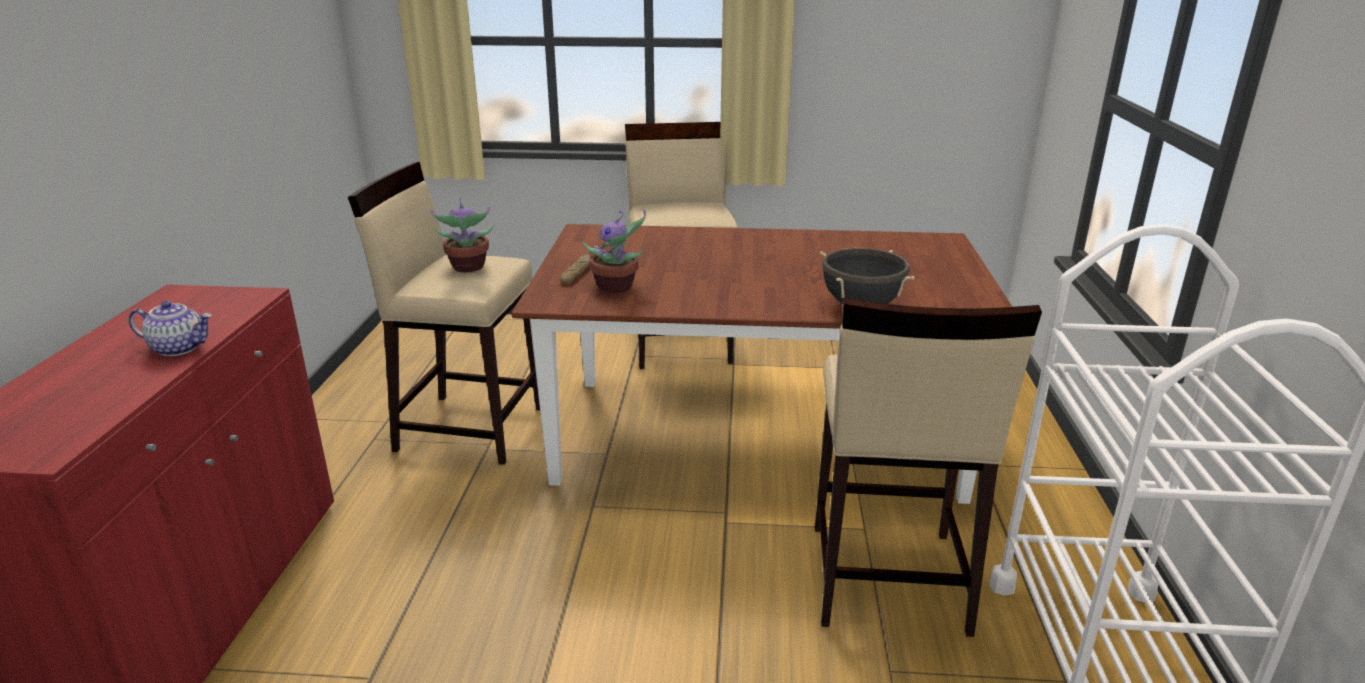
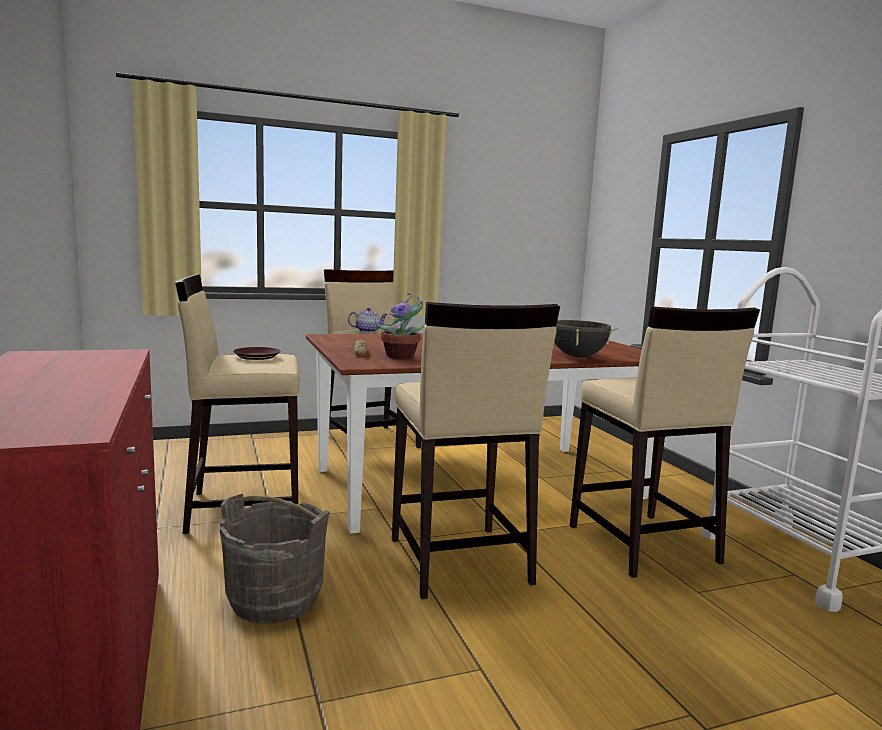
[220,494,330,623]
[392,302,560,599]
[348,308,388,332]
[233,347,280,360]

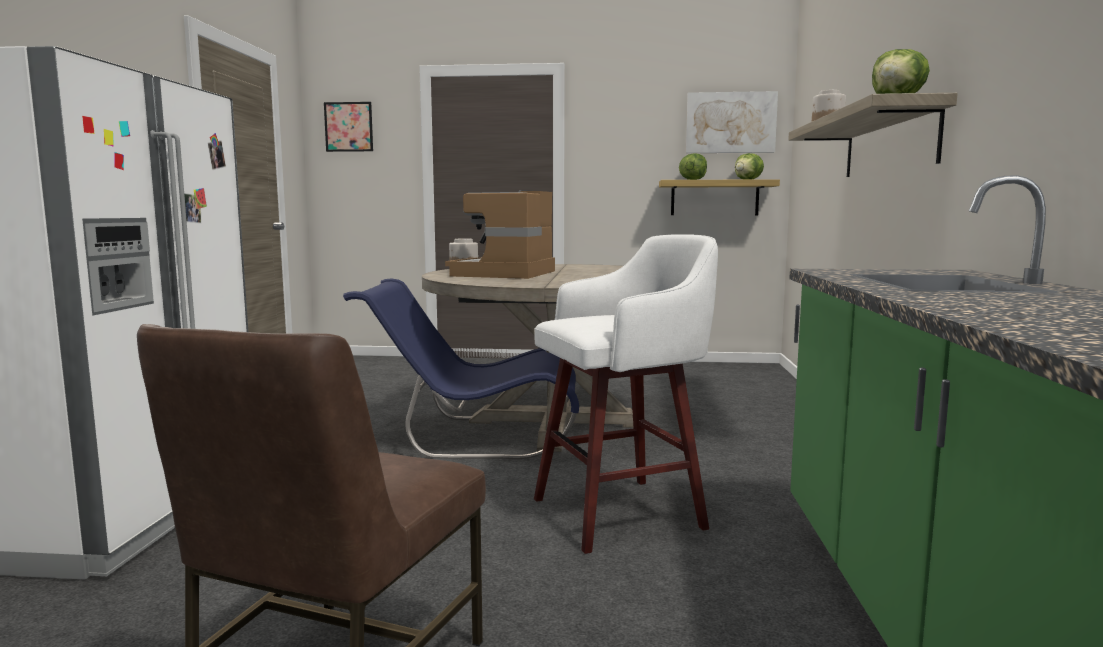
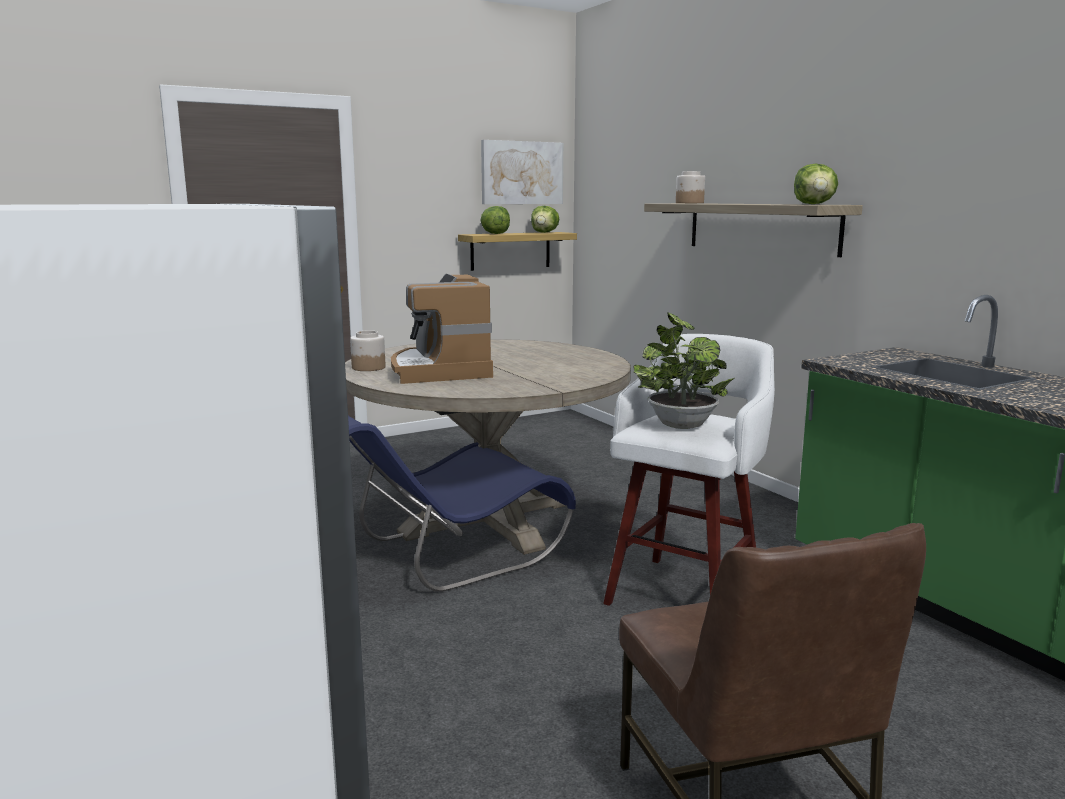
[324,102,373,152] (first image)
[633,313,734,429]

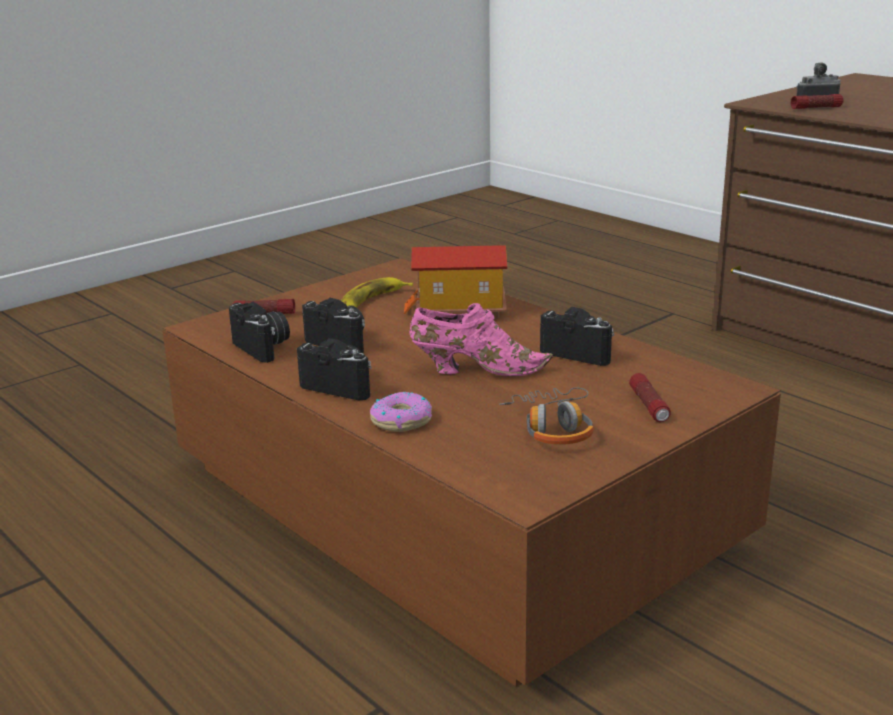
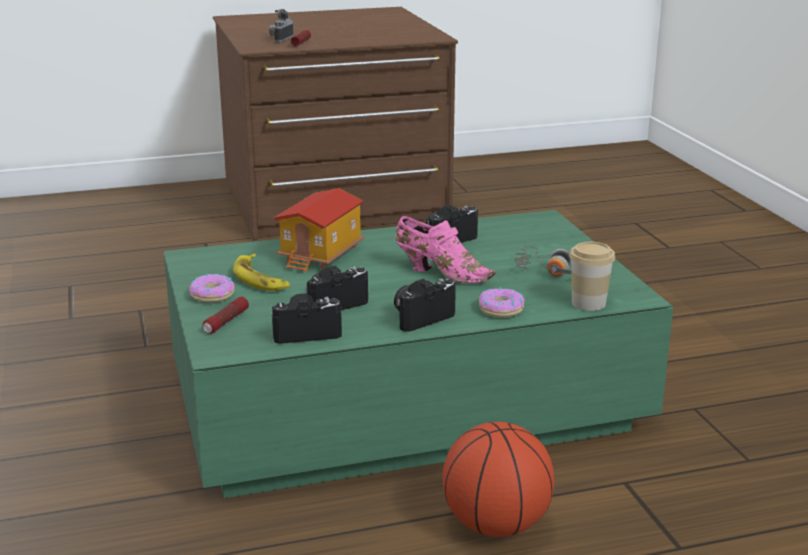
[629,373,671,422] (first image)
[189,273,235,302]
[443,422,554,537]
[569,242,615,311]
[164,210,673,498]
[395,216,496,283]

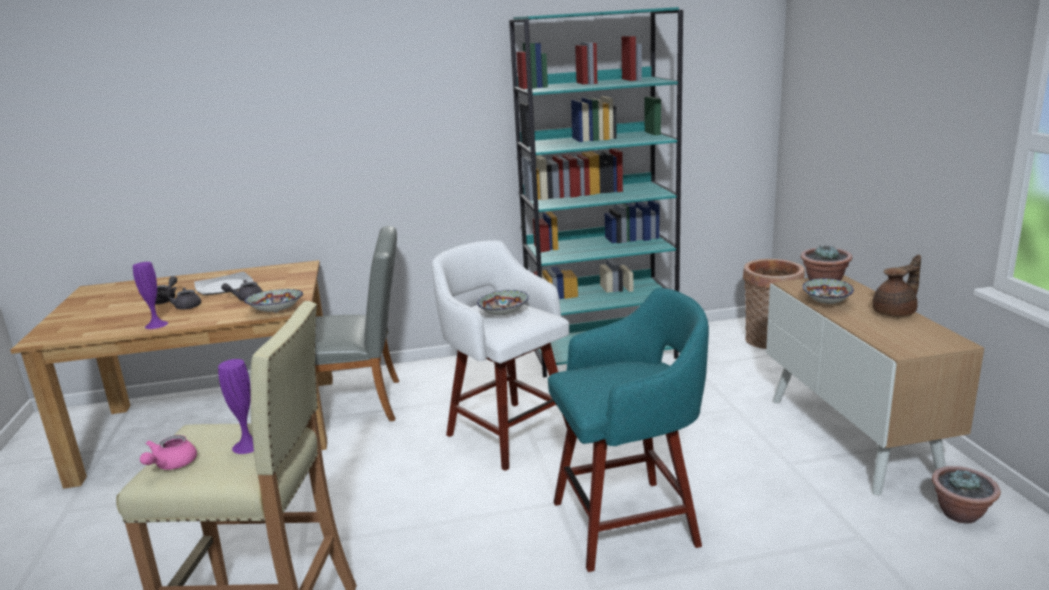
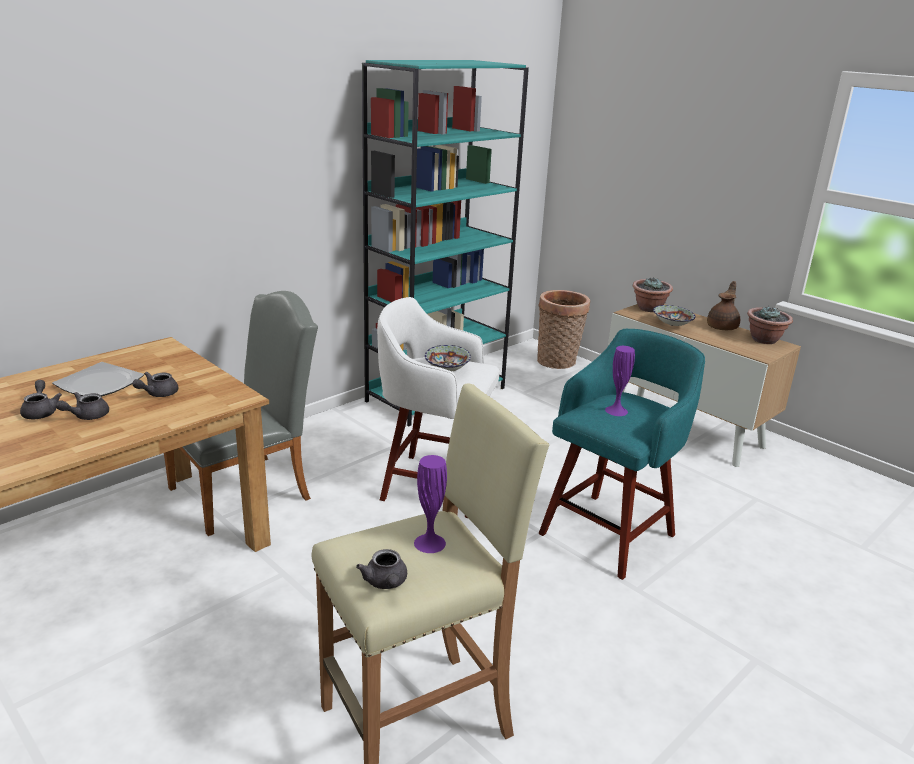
[244,289,303,313] (first image)
[605,346,635,416]
[747,307,793,344]
[356,549,407,589]

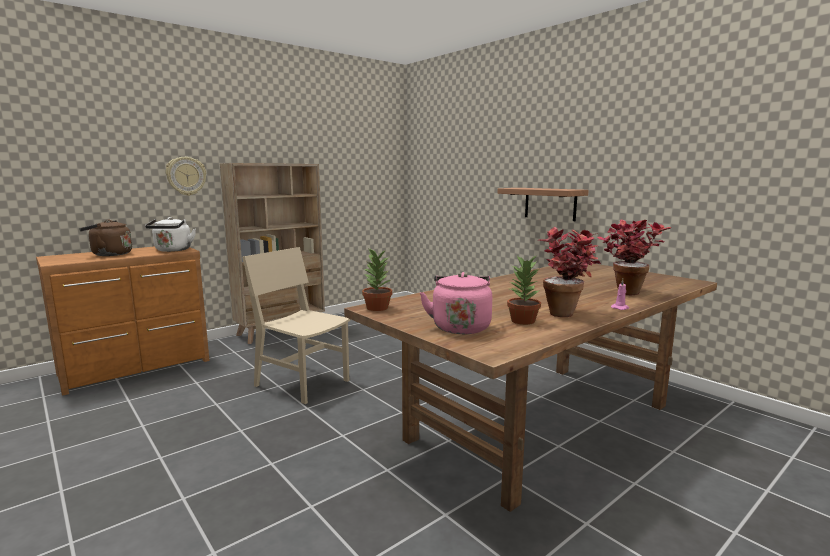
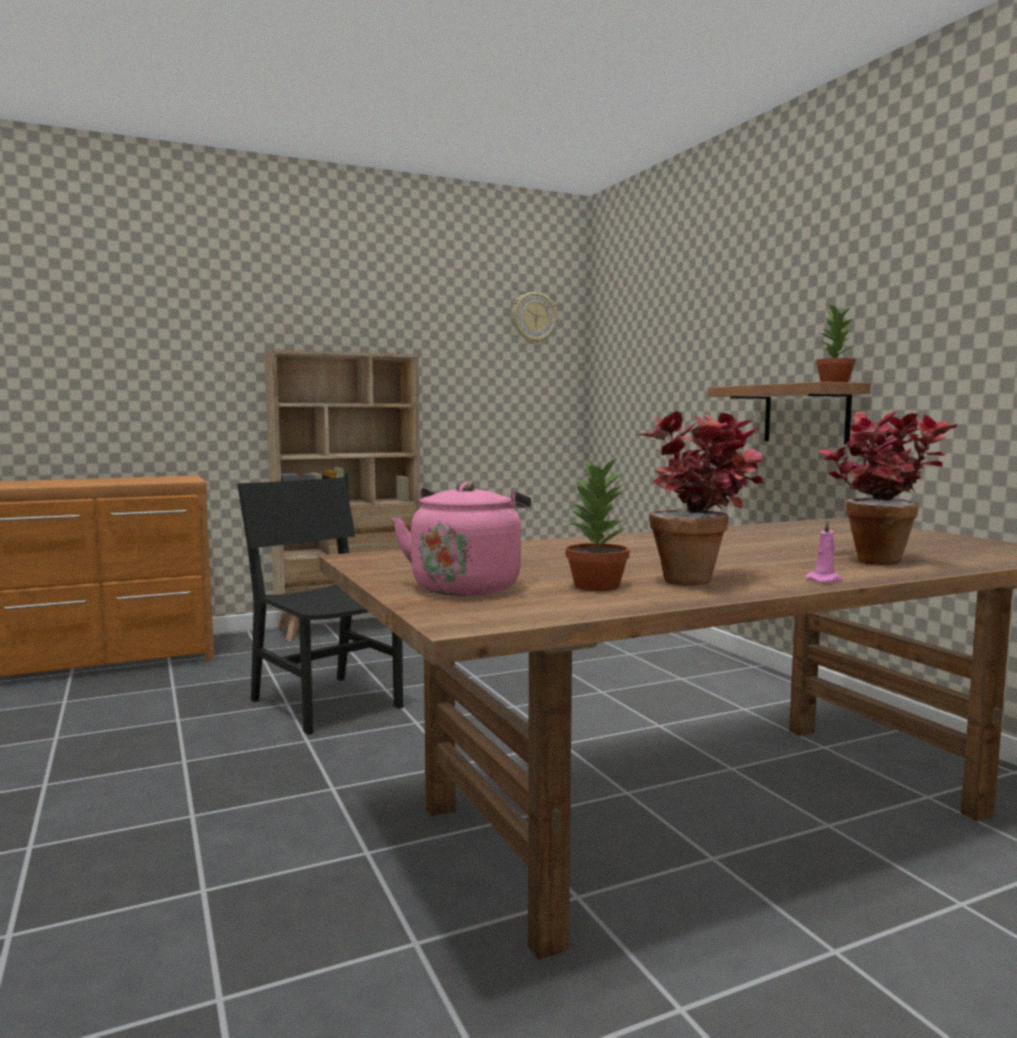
[79,220,132,256] (first image)
[145,217,196,252] (first image)
[512,292,557,344]
[816,303,856,382]
[237,477,403,735]

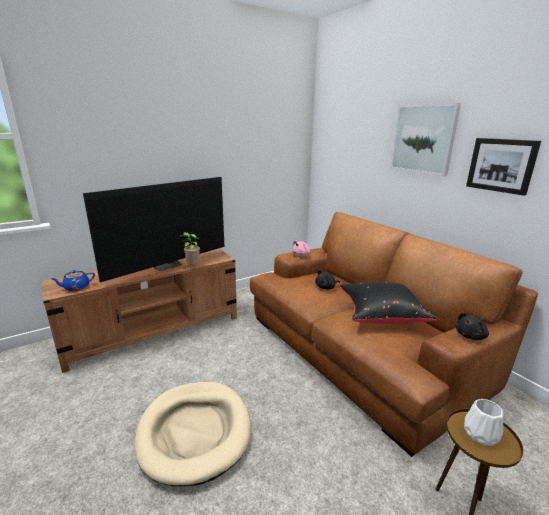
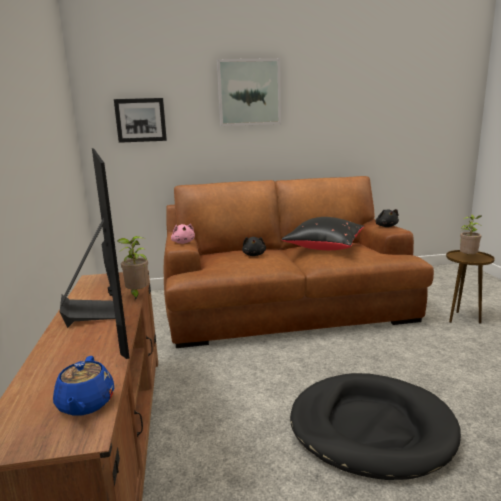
[114,98,167,143]
[460,214,481,255]
[290,373,461,480]

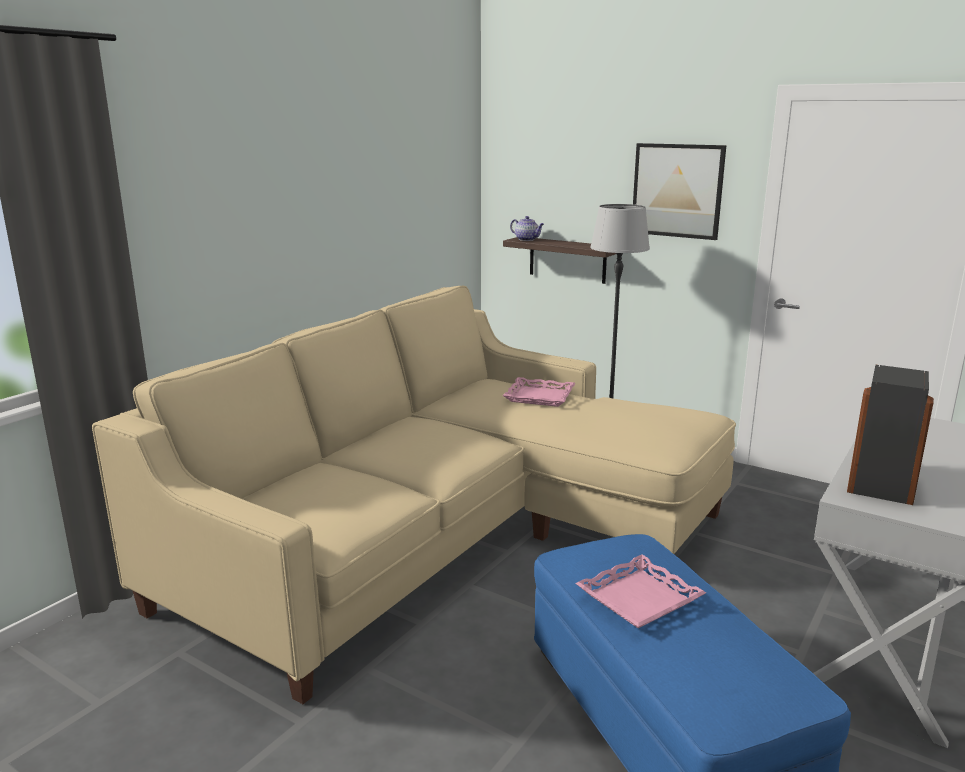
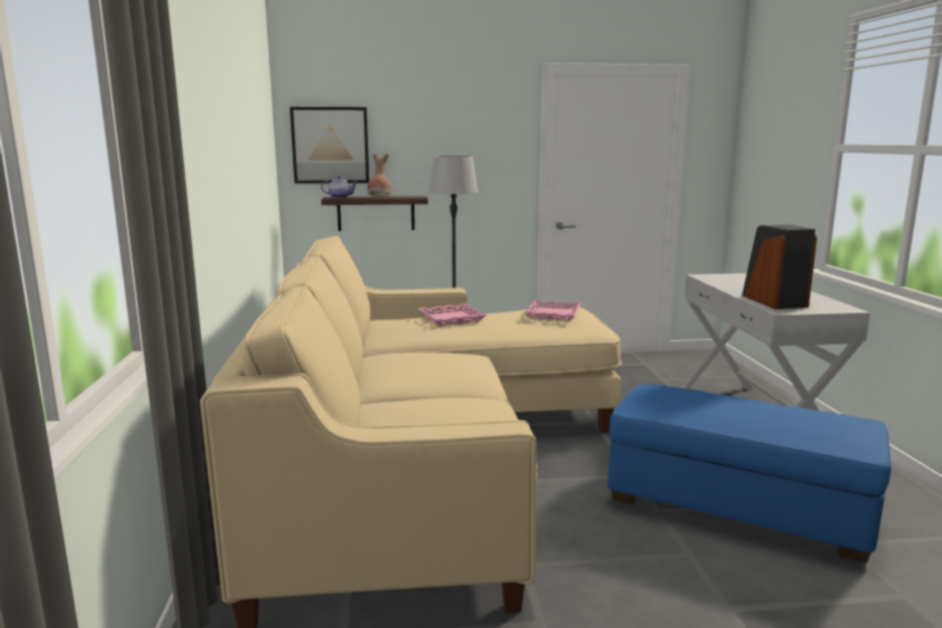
[367,153,391,197]
[524,300,581,321]
[290,107,369,184]

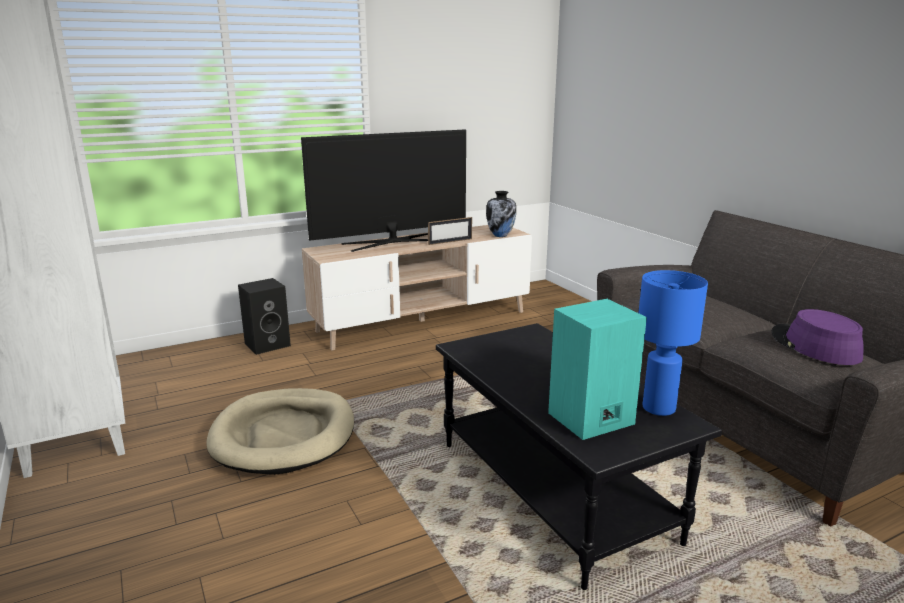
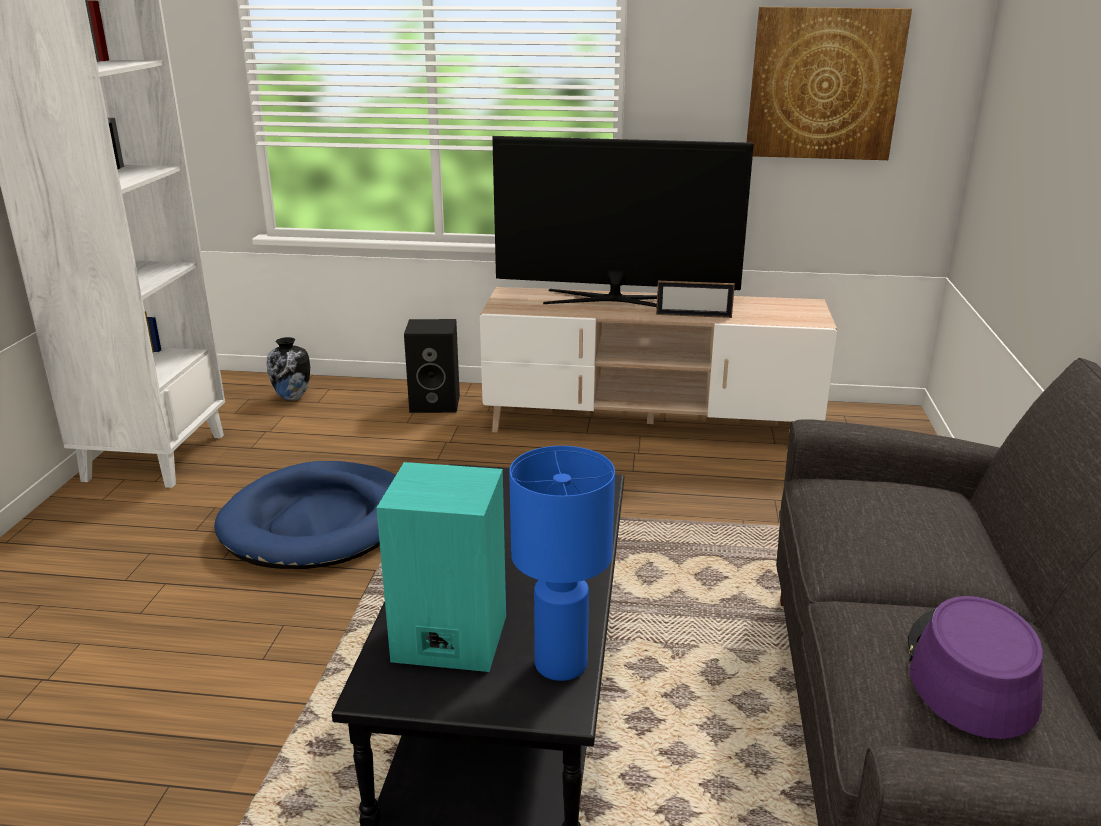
[747,7,912,160]
[266,337,310,401]
[214,461,396,569]

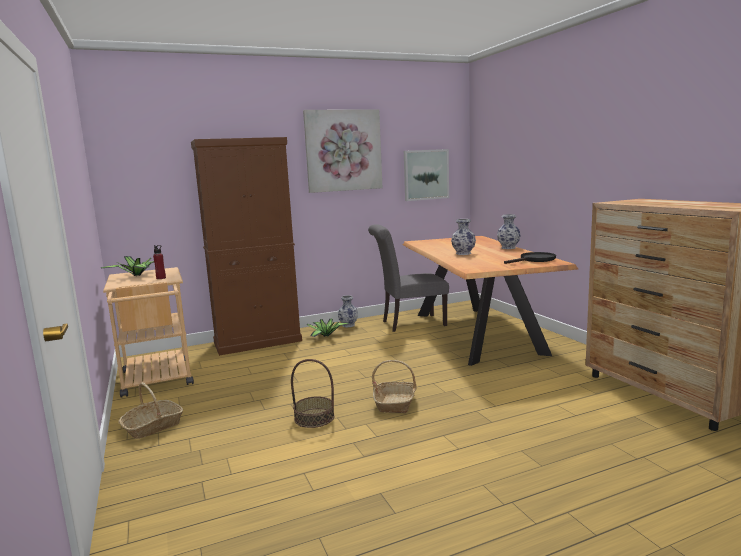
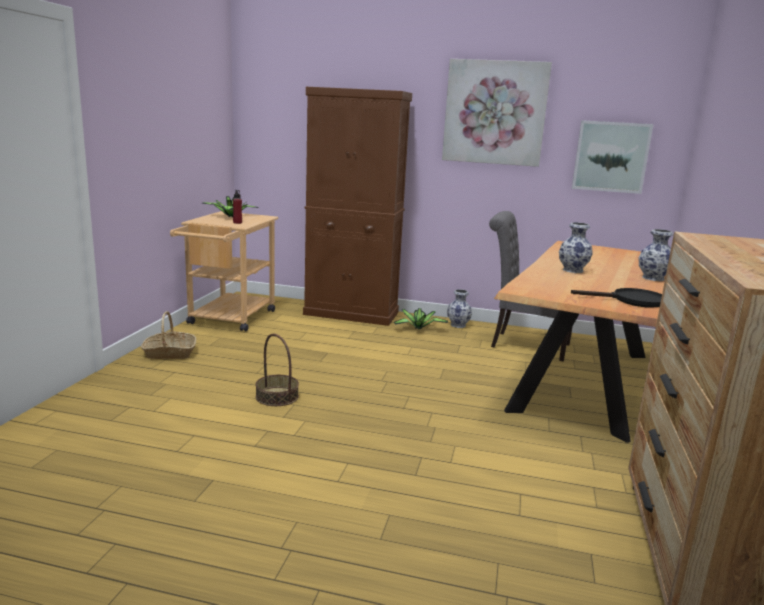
[372,360,417,413] (first image)

